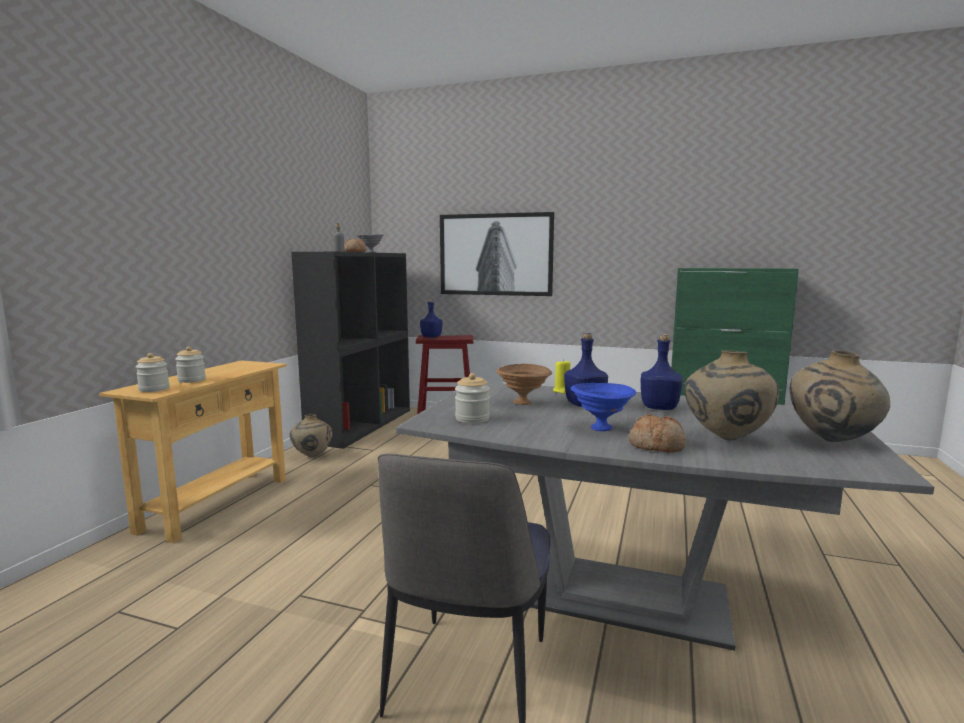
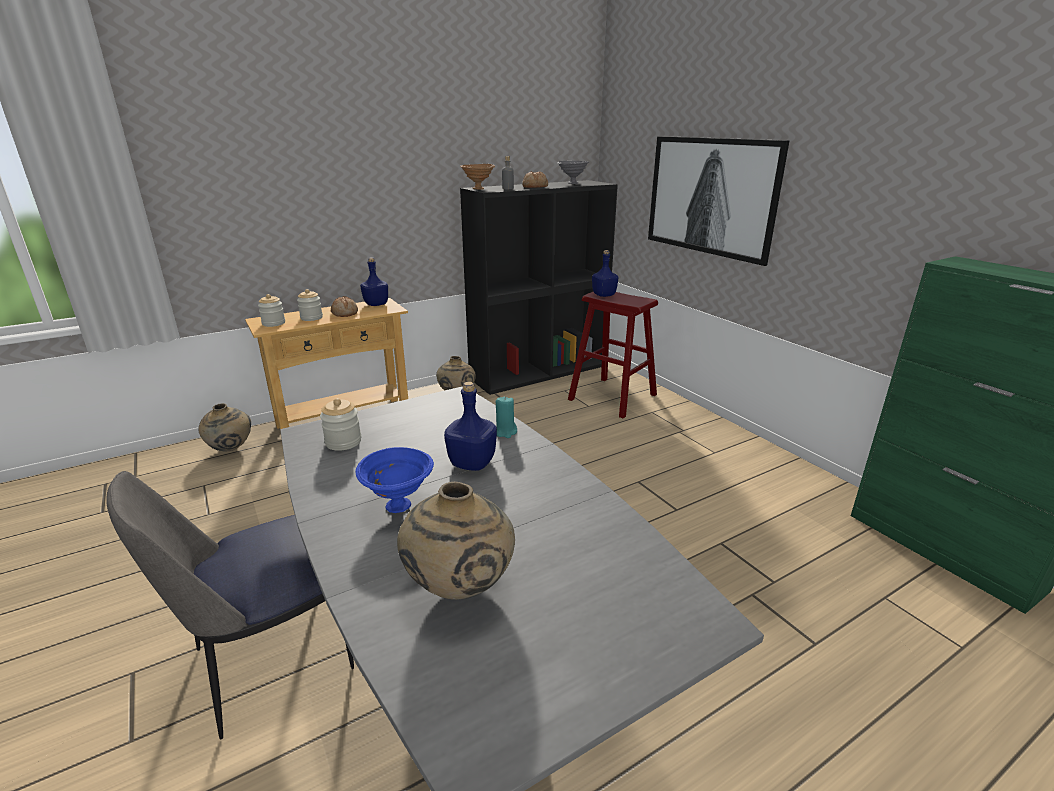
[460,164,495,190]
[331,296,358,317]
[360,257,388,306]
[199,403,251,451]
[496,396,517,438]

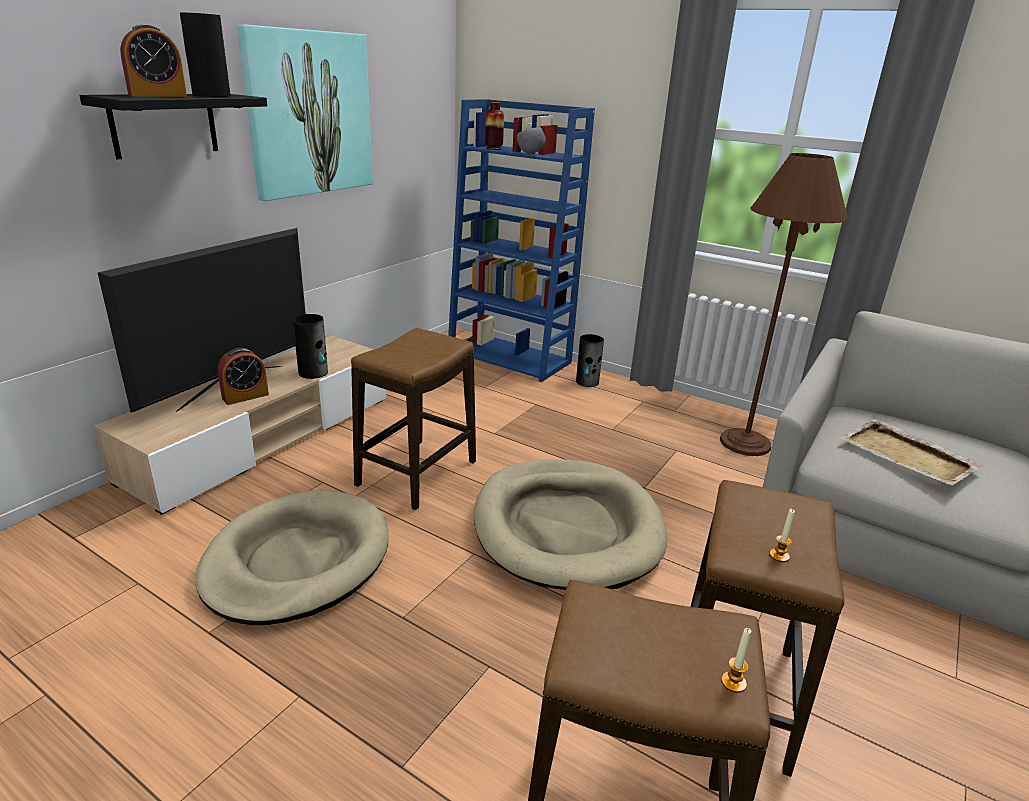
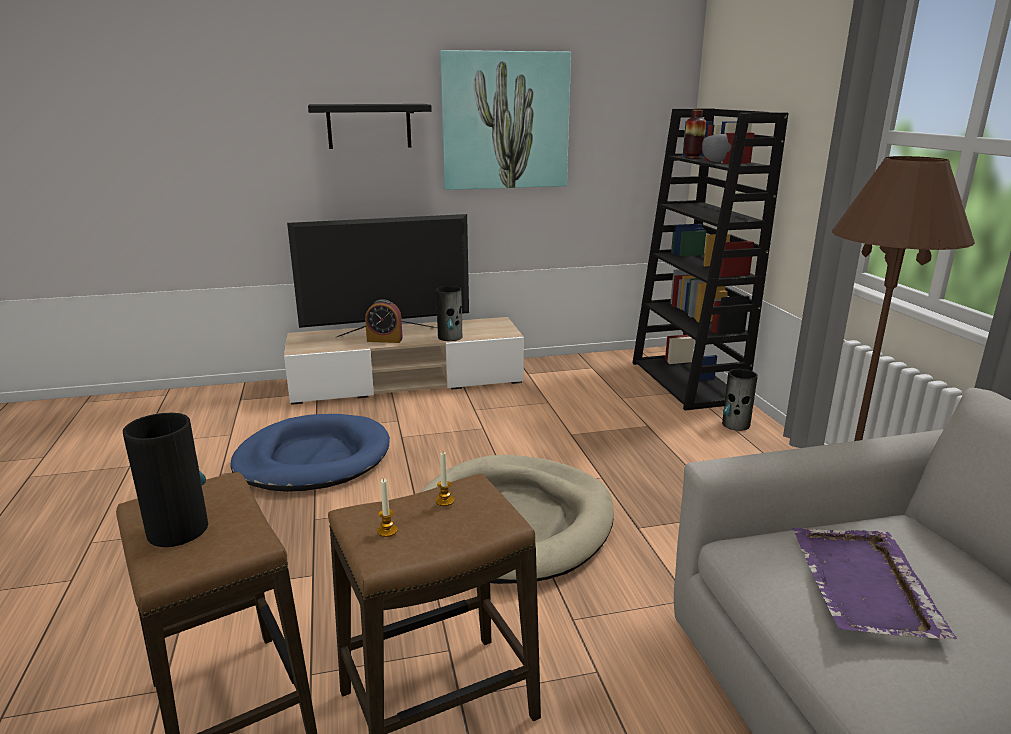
[120,24,187,97] (first image)
[351,328,476,510] (first image)
[123,413,208,547]
[435,452,454,506]
[230,414,390,492]
[632,109,788,410]
[792,528,957,639]

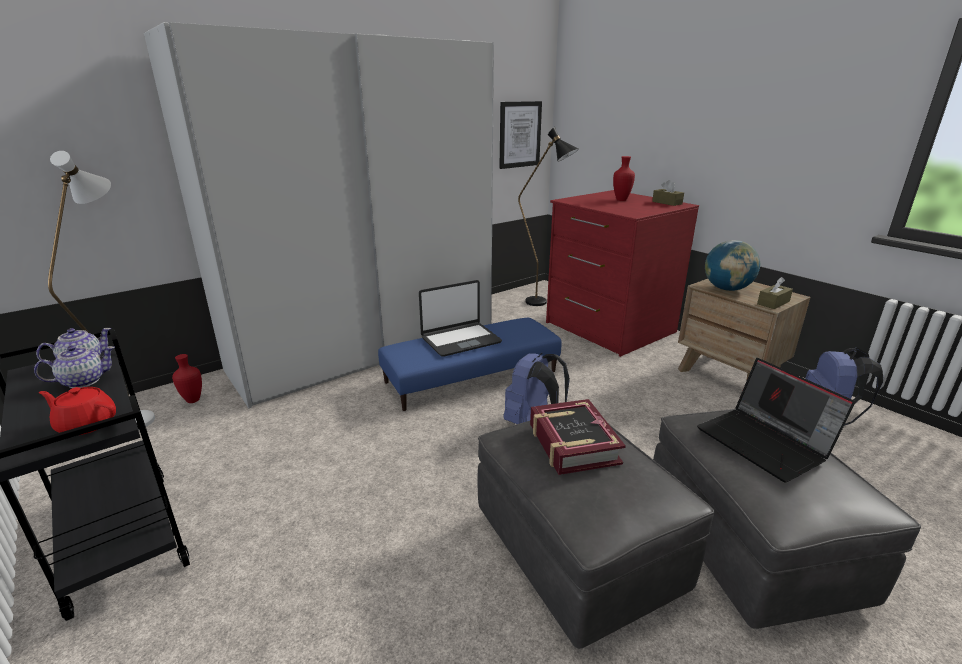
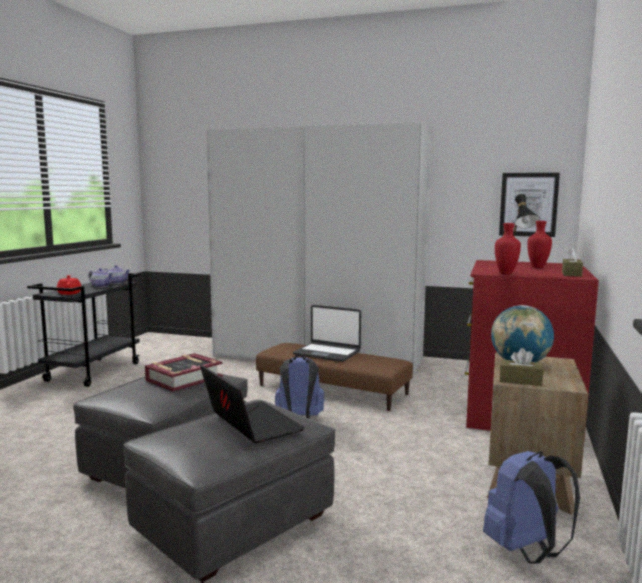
[48,151,155,430] (first image)
[495,223,521,274]
[256,343,413,411]
[200,365,305,443]

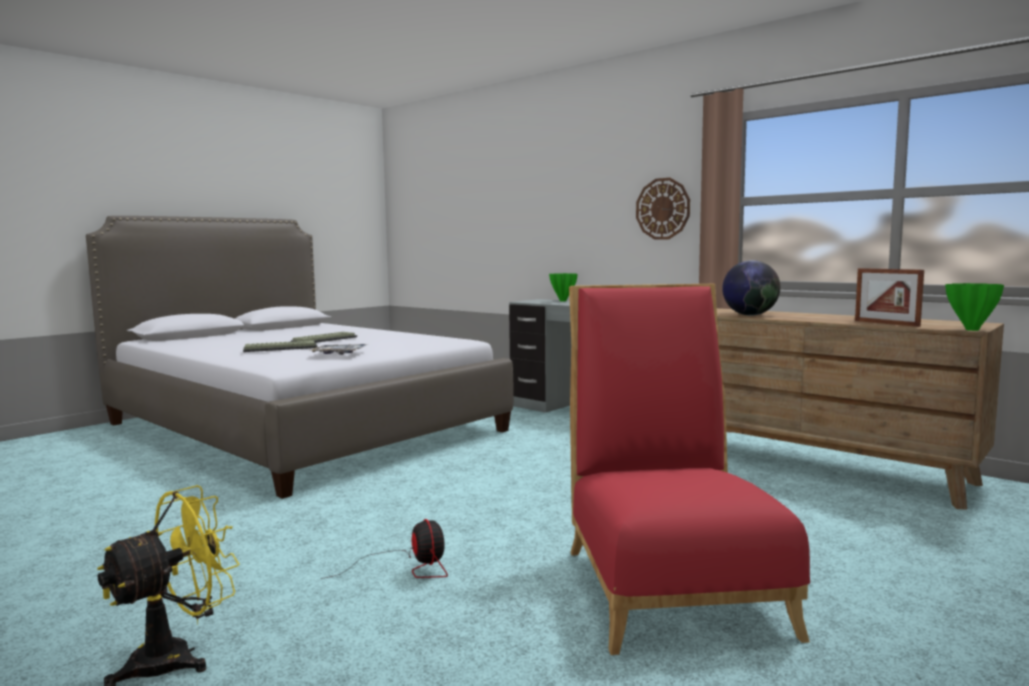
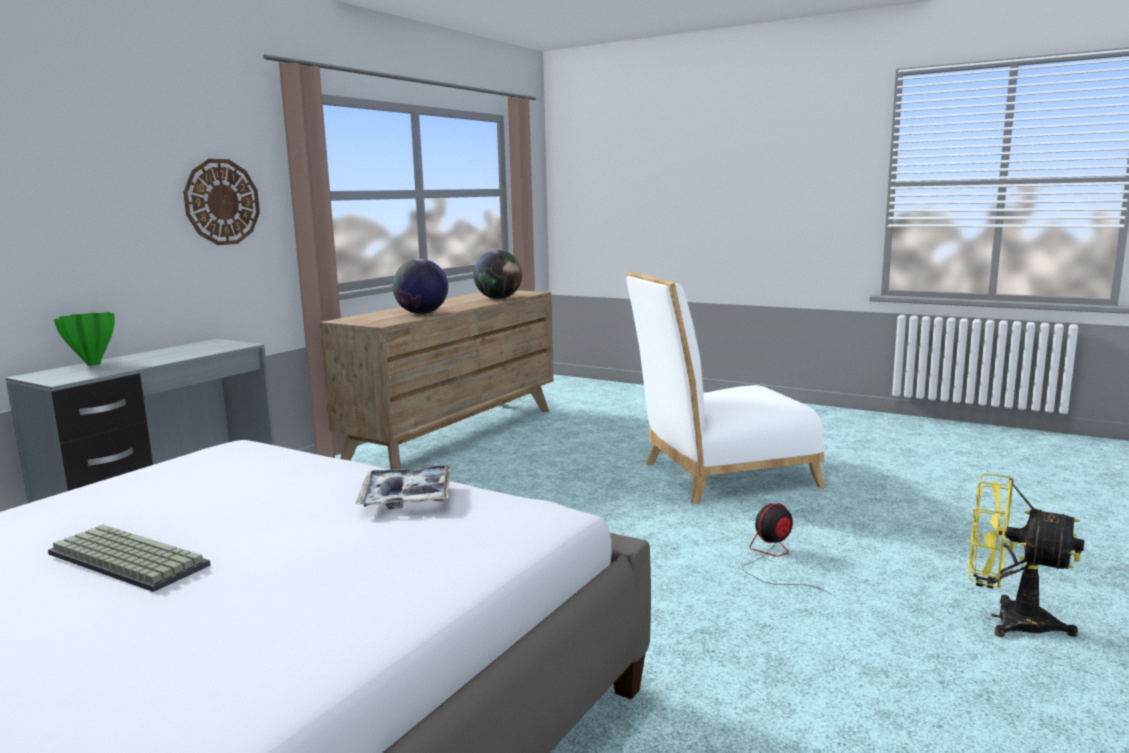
[243,340,318,352] (first image)
[945,283,1004,331] (first image)
[473,250,522,299]
[626,272,826,504]

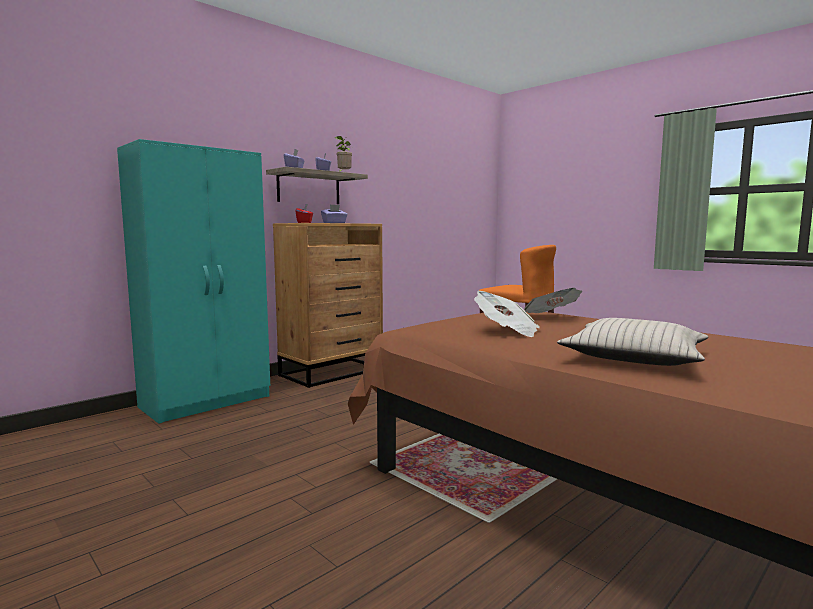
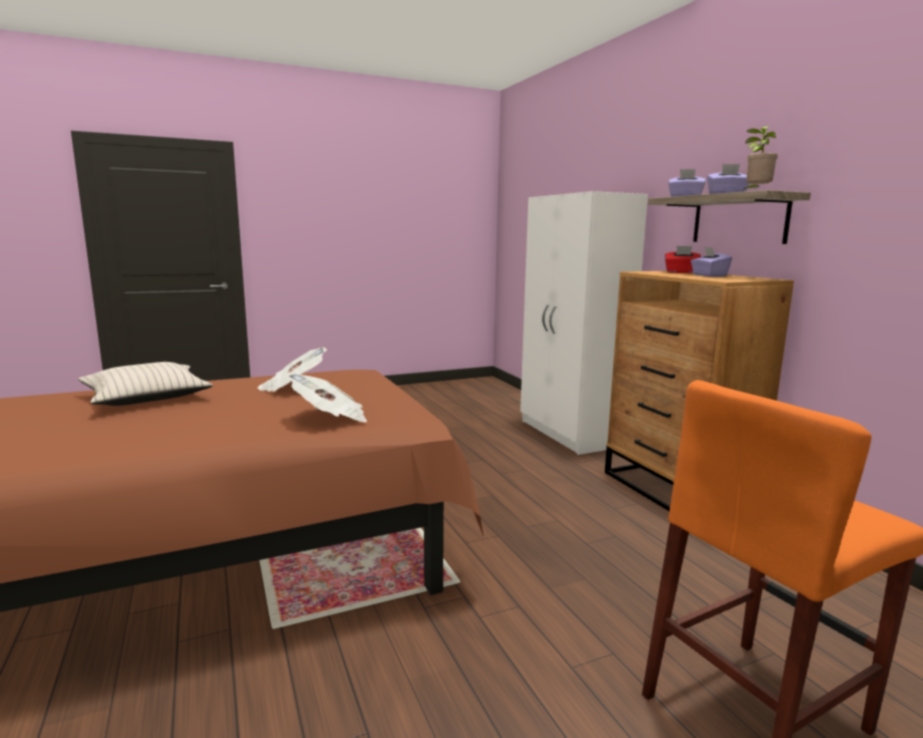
[520,191,648,455]

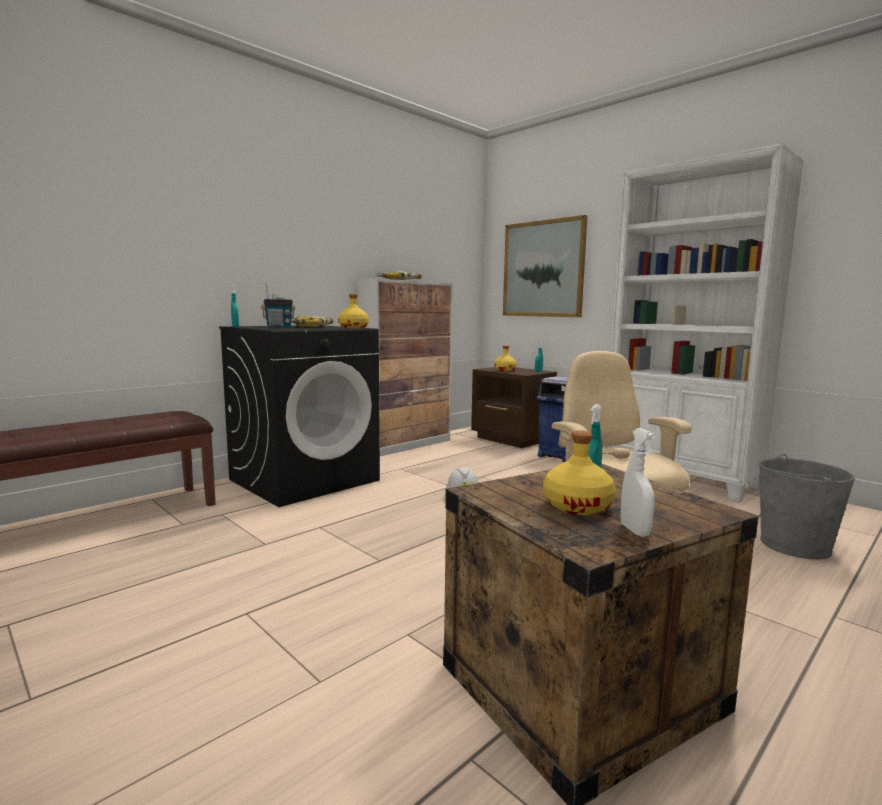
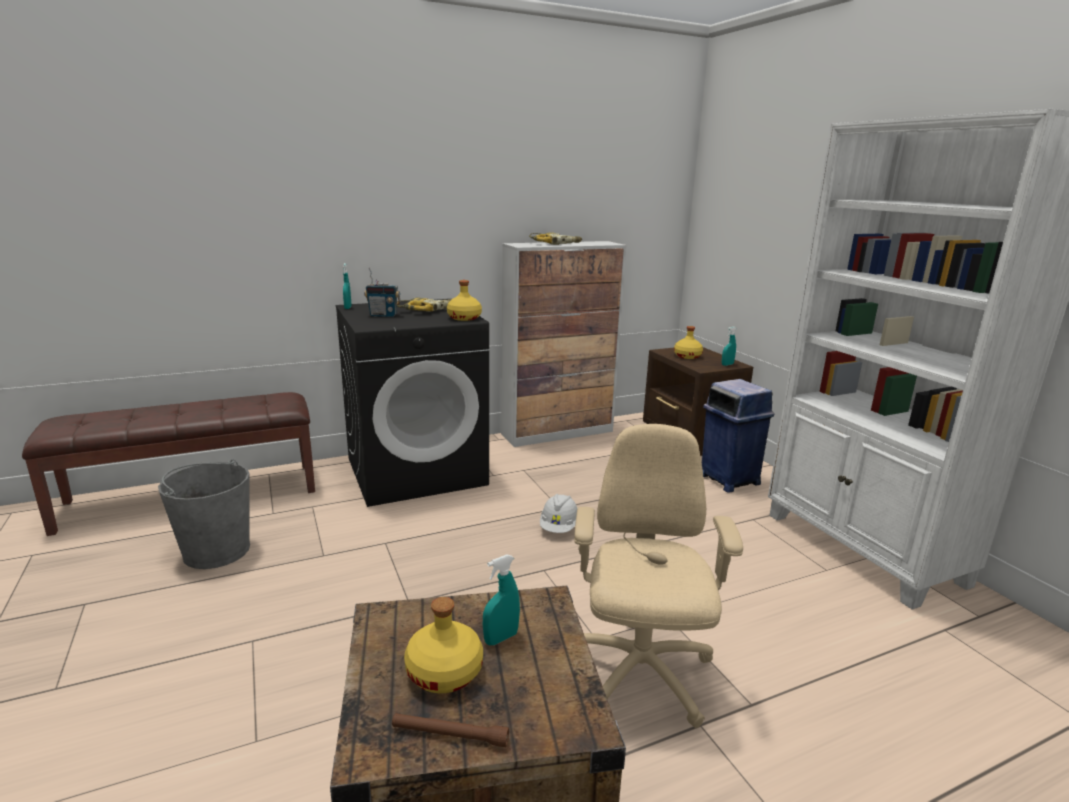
[503,215,587,317] (first image)
[158,459,250,569]
[392,713,509,747]

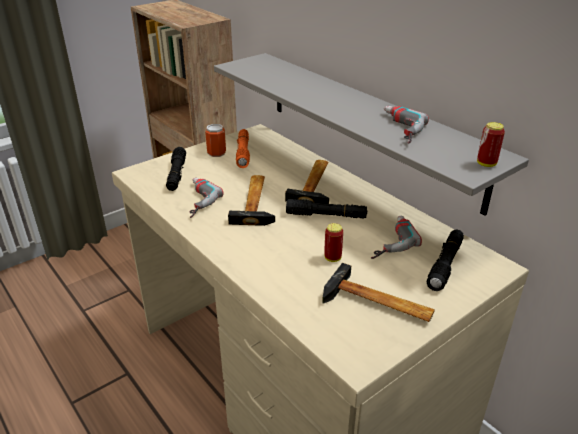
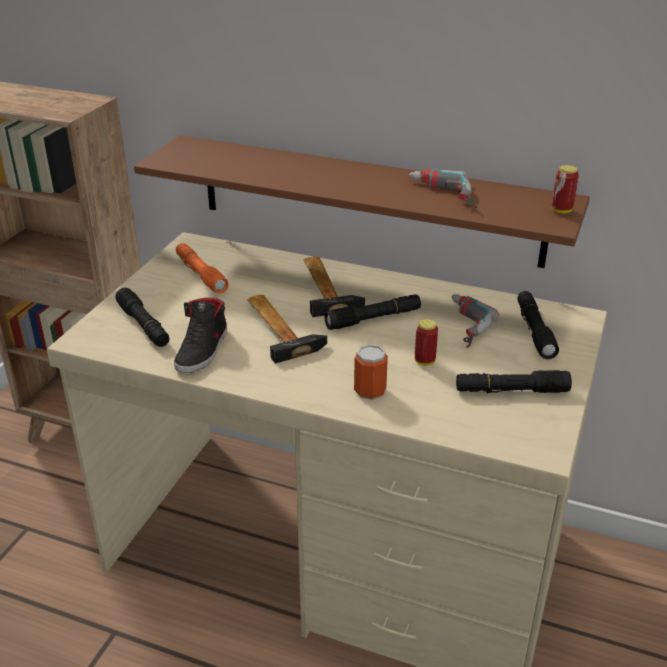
[354,344,388,400]
[174,298,227,373]
[456,370,572,393]
[134,135,590,268]

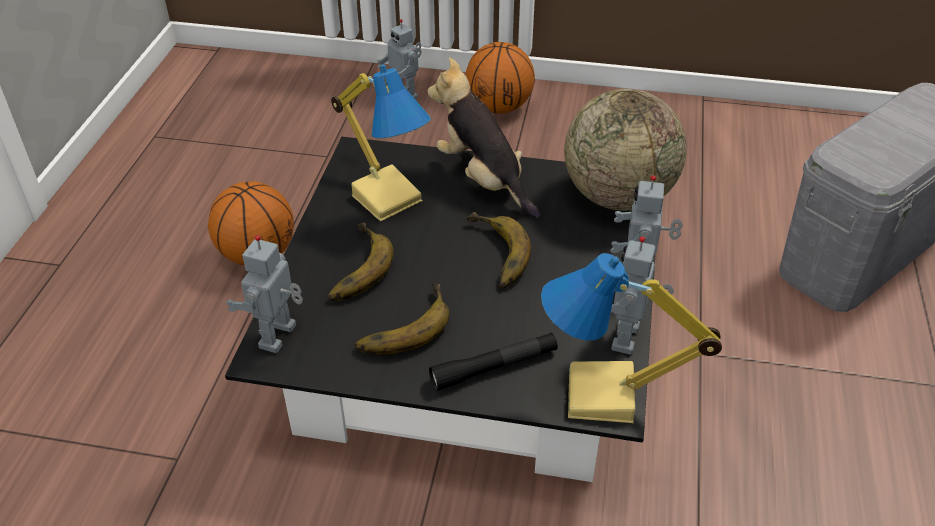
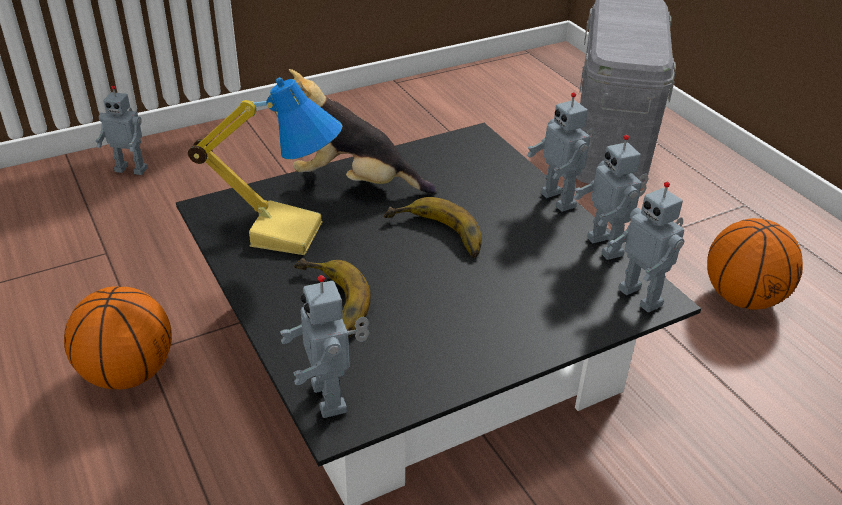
[354,283,450,355] (first image)
[429,333,558,391] (first image)
[564,89,687,211] (first image)
[707,218,803,310]
[607,182,684,312]

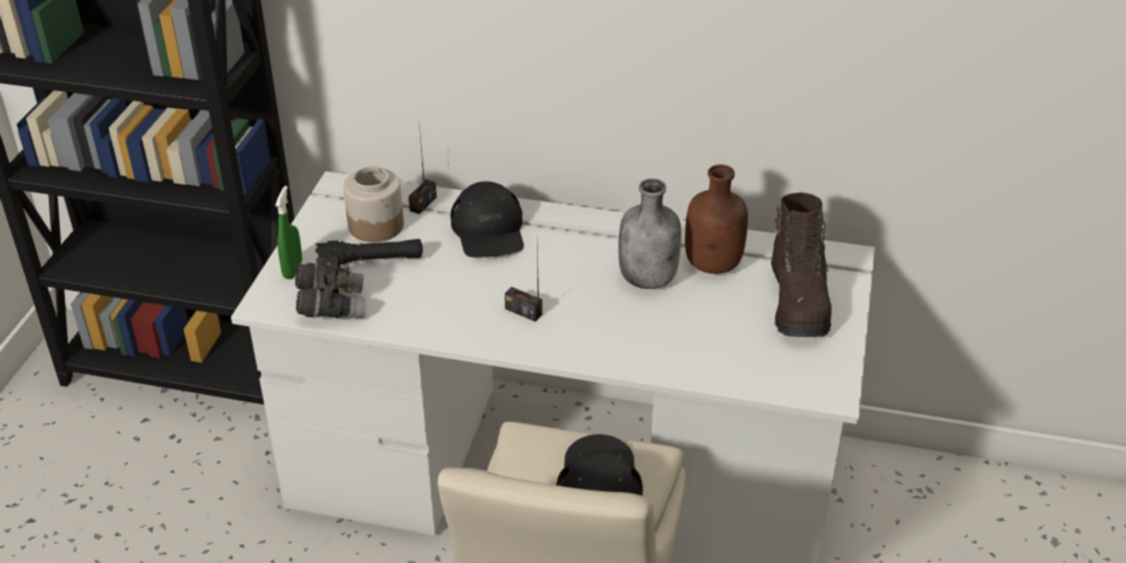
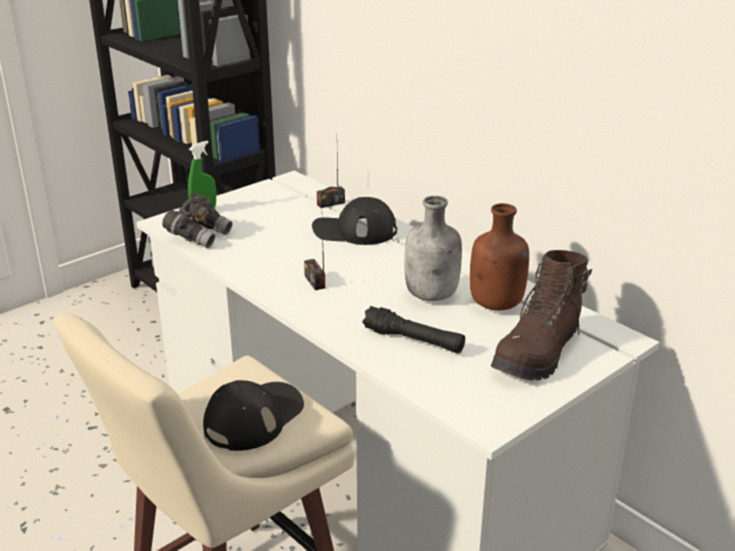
[343,166,404,242] (first image)
[362,306,465,353]
[312,197,397,245]

